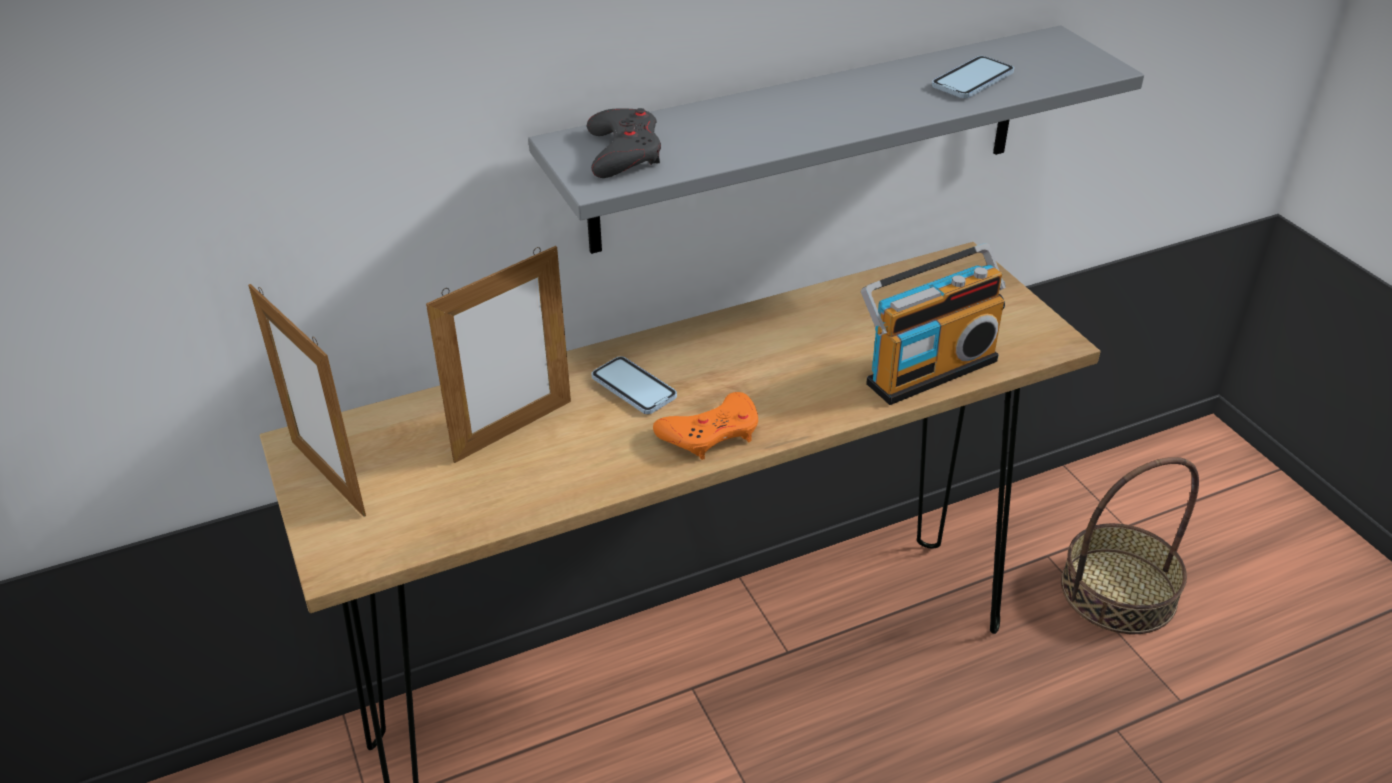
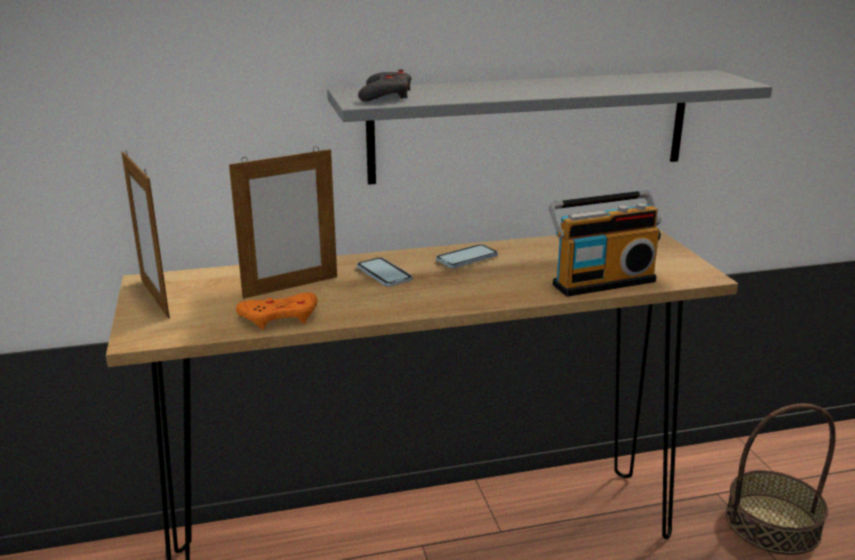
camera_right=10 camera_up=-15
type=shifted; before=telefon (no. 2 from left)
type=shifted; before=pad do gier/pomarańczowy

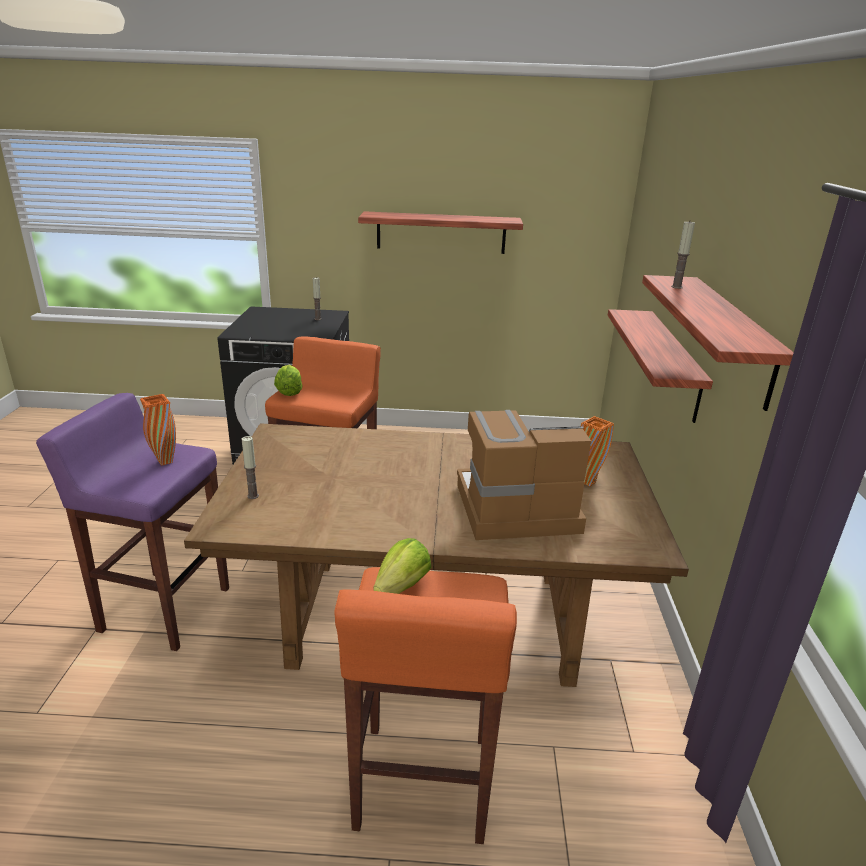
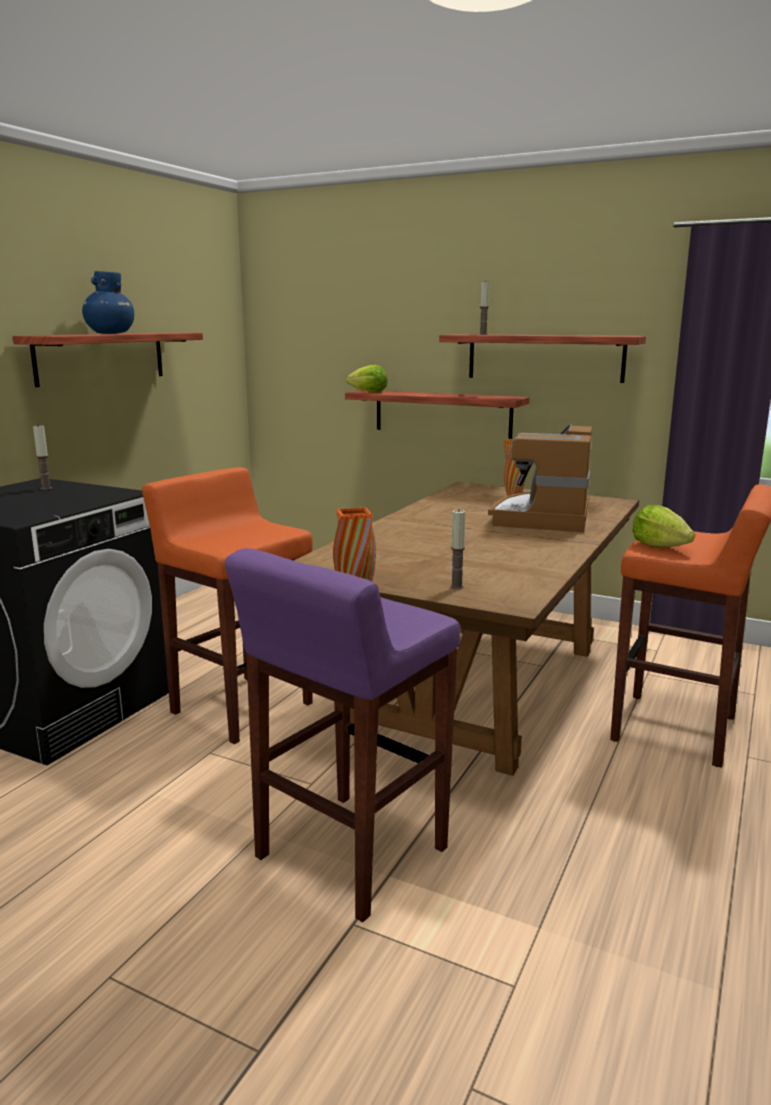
camera_right=-65 camera_up=-10
type=shifted; before=sałata (no. 1 from left)
type=new; after=wazon/niebieski

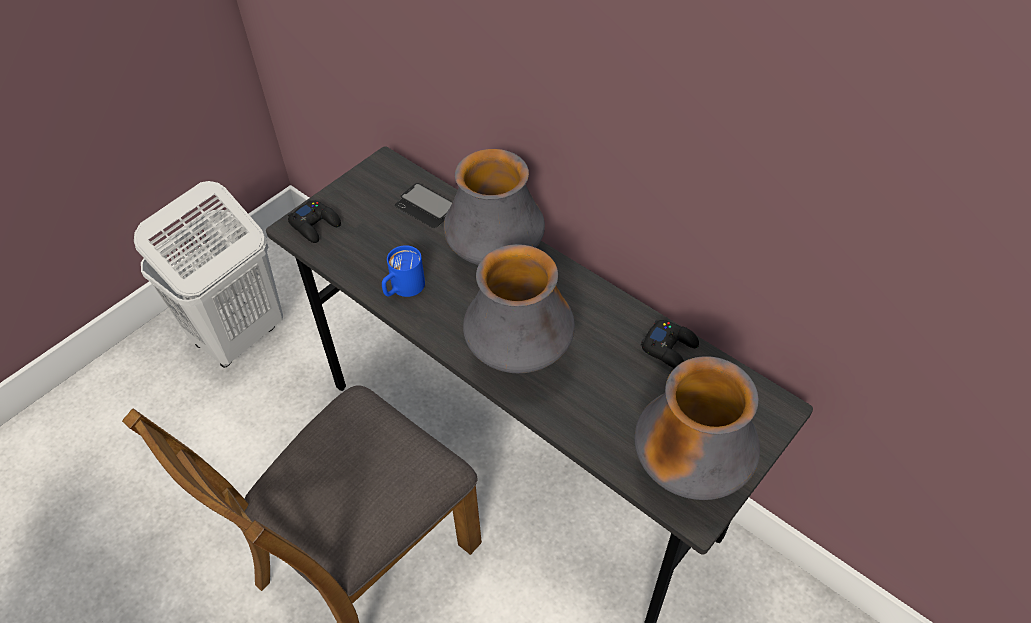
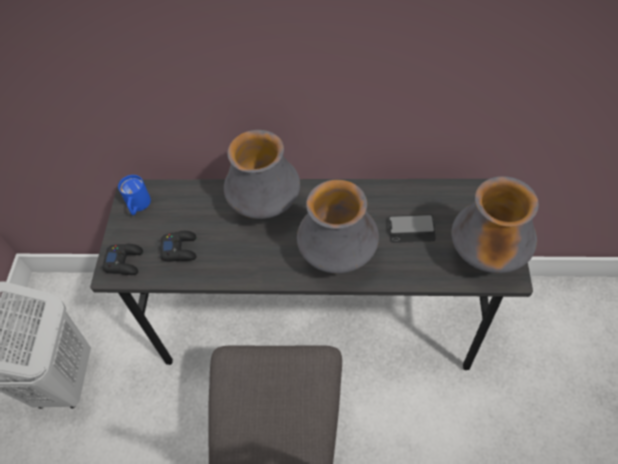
camera_right=-35 camera_up=5
type=shifted; before=telefon
type=shifted; before=kubek/niebieski
type=shifted; before=pad do gier/czarny (no. 2 from left)

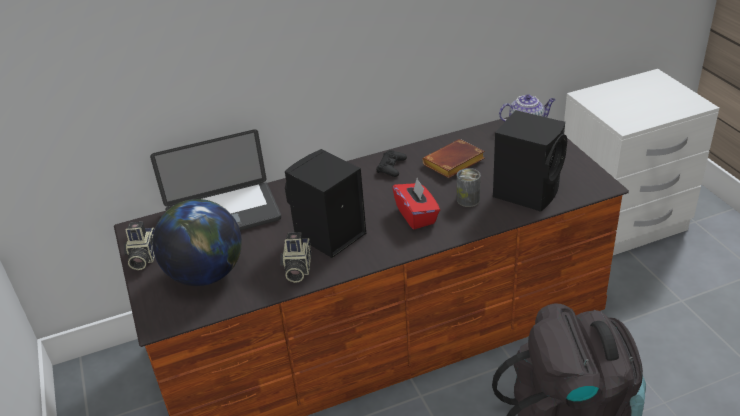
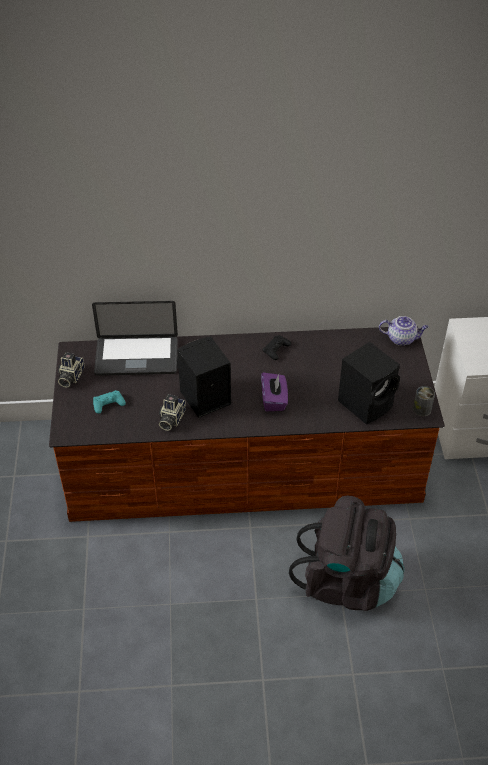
camera_right=15 camera_up=10
type=gone; before=książka/brązowy
type=shifted; before=puszka
type=repainted; before=pudełko chusteczek/czerwony; after=pudełko chusteczek/fioletowy
type=swapped; before=globus; after=pad do gier/turkusowy

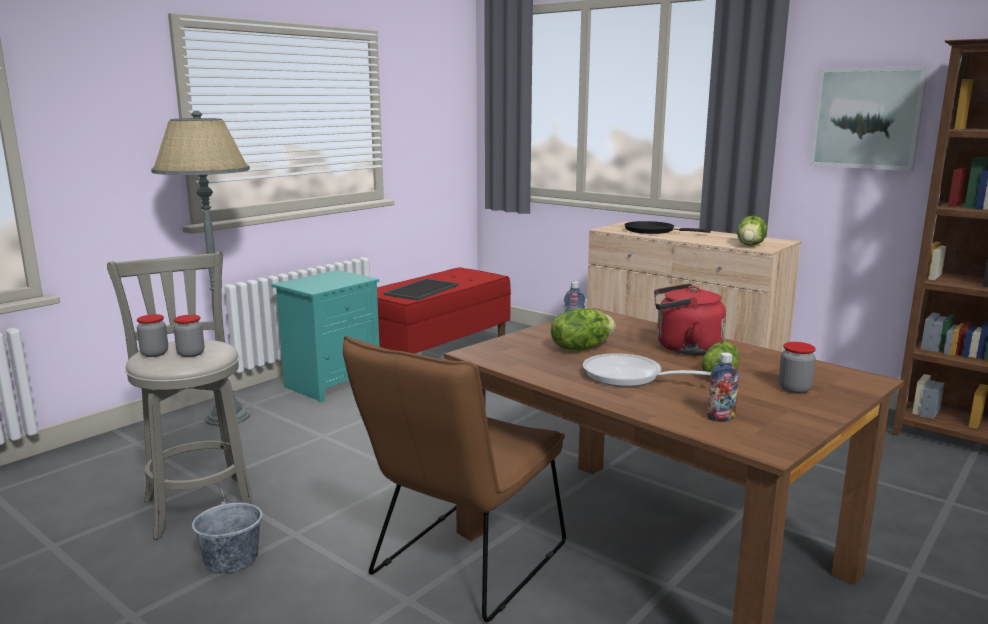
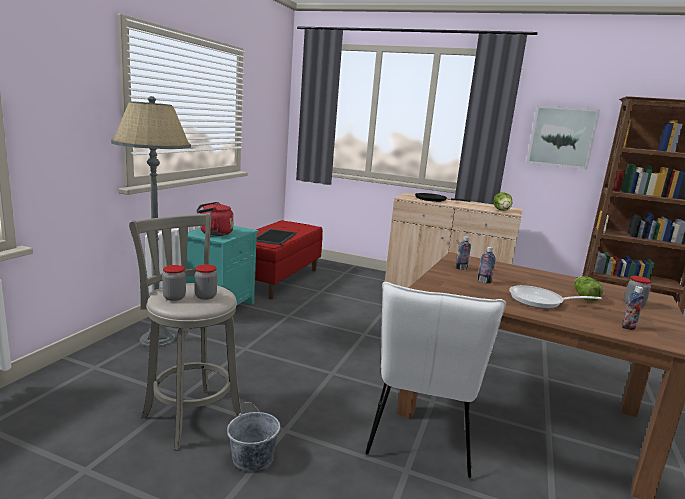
camera_right=-20 camera_up=0
type=shifted; before=czajnik/czerwony
type=swapped; before=sałata (no. 1 from left); after=butelka (no. 2 from left)
type=repainted; before=krzesło/brązowy; after=krzesło/biały

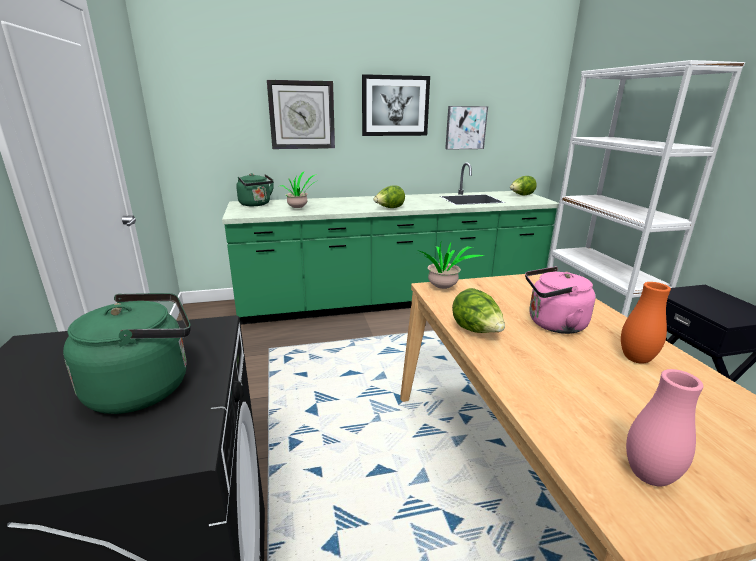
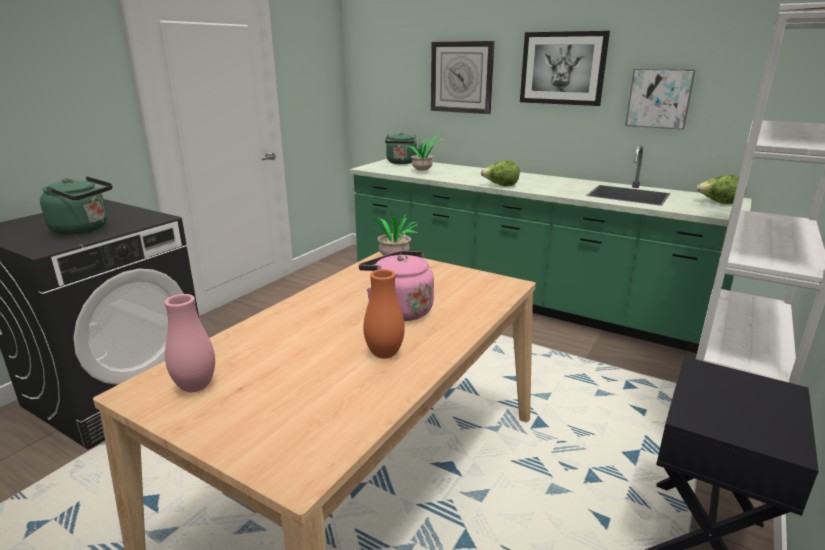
camera_right=45 camera_up=0
type=gone; before=sałata (no. 2 from left)

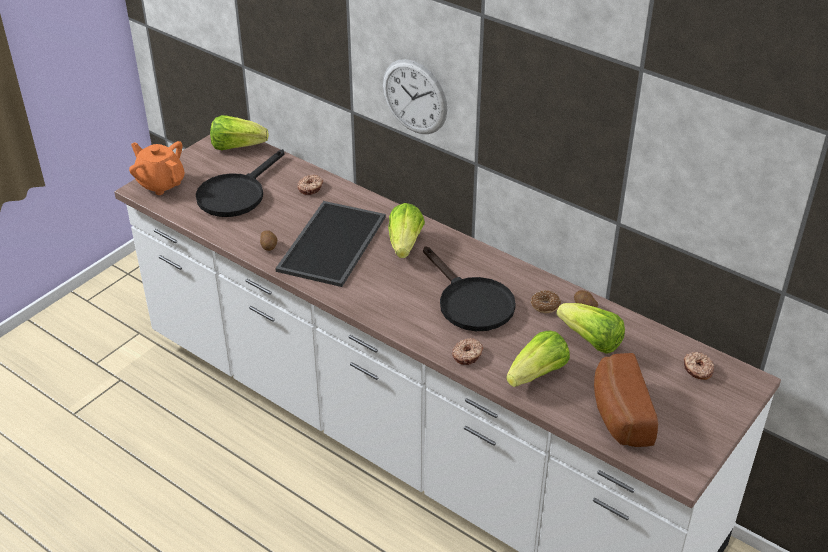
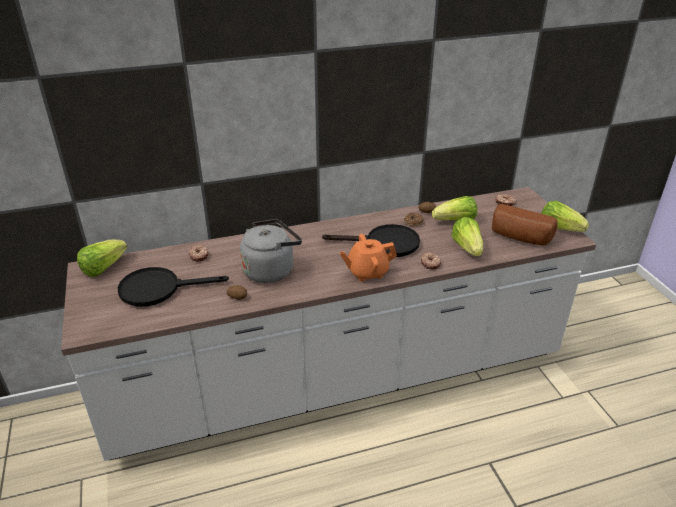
camera_right=-55 camera_up=-5
type=gone; before=zegar ścienny
type=shifted; before=imbryk/pomarańczowy
type=rotated; before=patelnia/czarny (no. 1 from left); turn=105
type=swapped; before=taca; after=czajnik/szary
type=shifted; before=sałata (no. 2 from left in the first image); after=sałata (no. 4 from left)

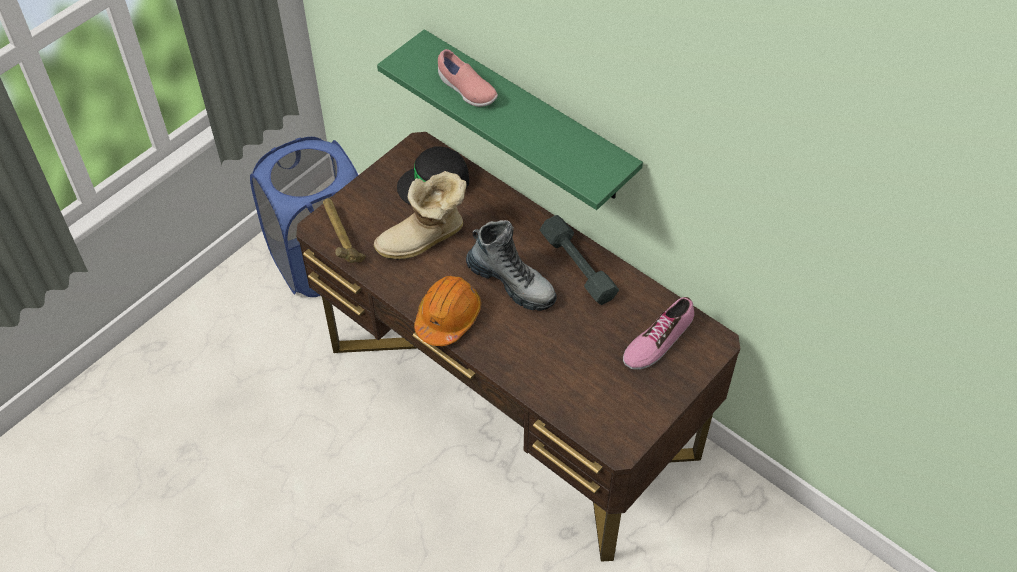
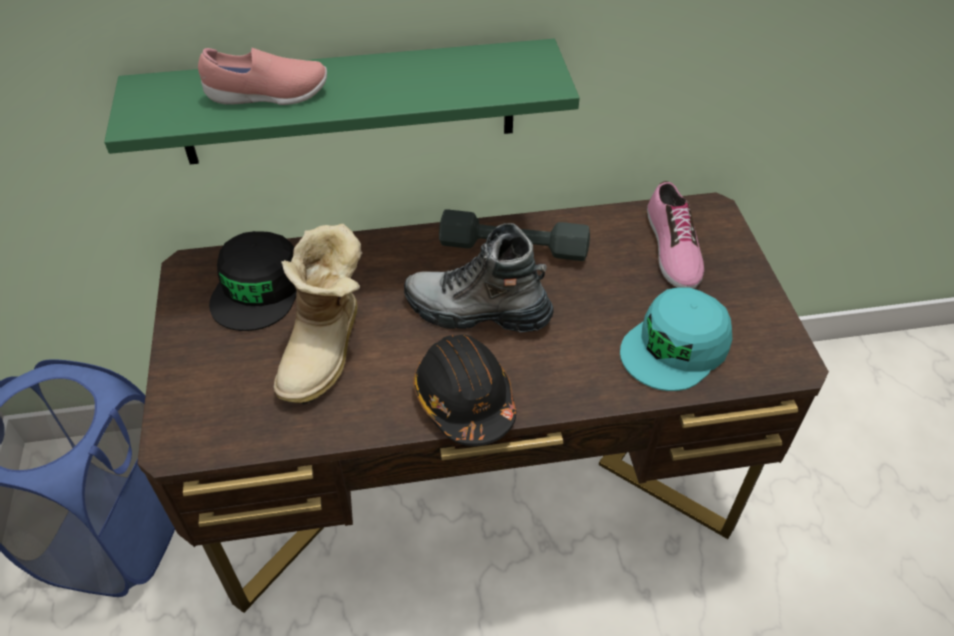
camera_right=-50 camera_up=-5
type=gone; before=młotek
type=rotated; before=but z cholewką (no. 2 from left); turn=-150
type=repainted; before=kask/pomarańczowy; after=kask/czarny
type=new; after=czapka z daszkiem/turkusowy

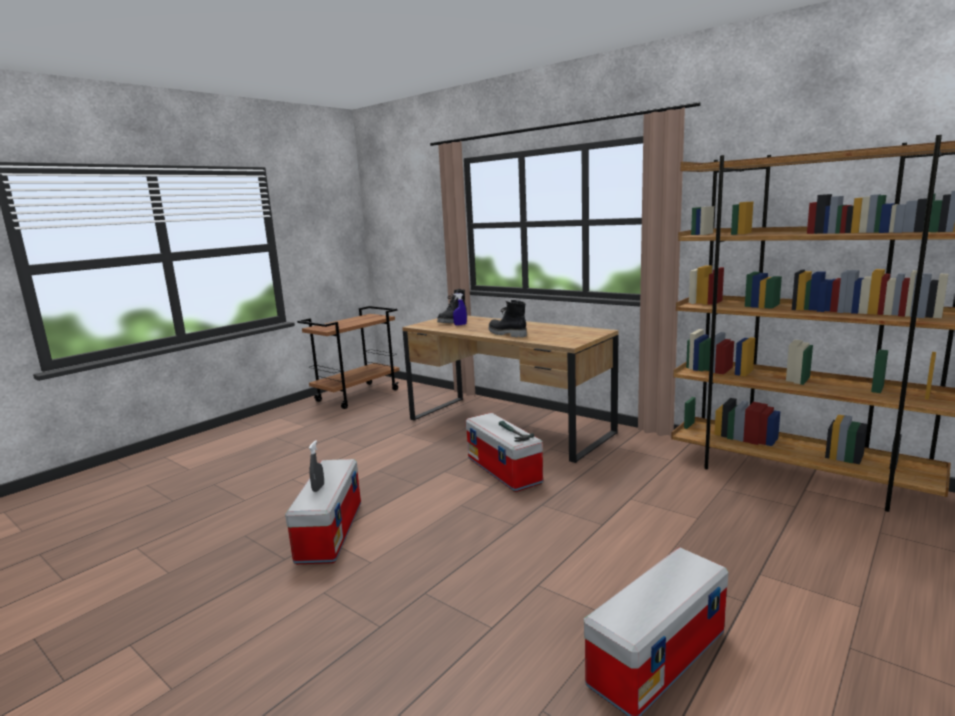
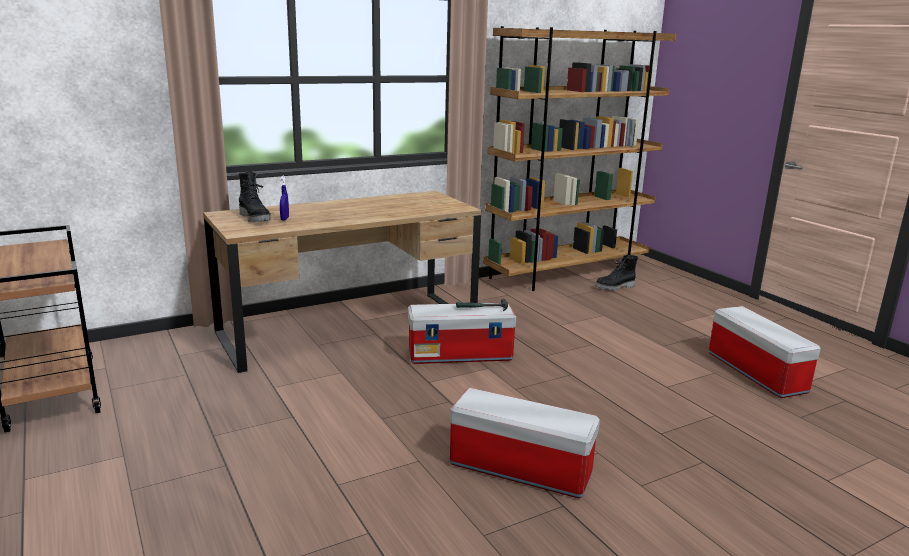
camera_right=-70 camera_up=5
type=shifted; before=but z cholewką/czarny (no. 2 from left)
type=gone; before=spryskiwacz/szary

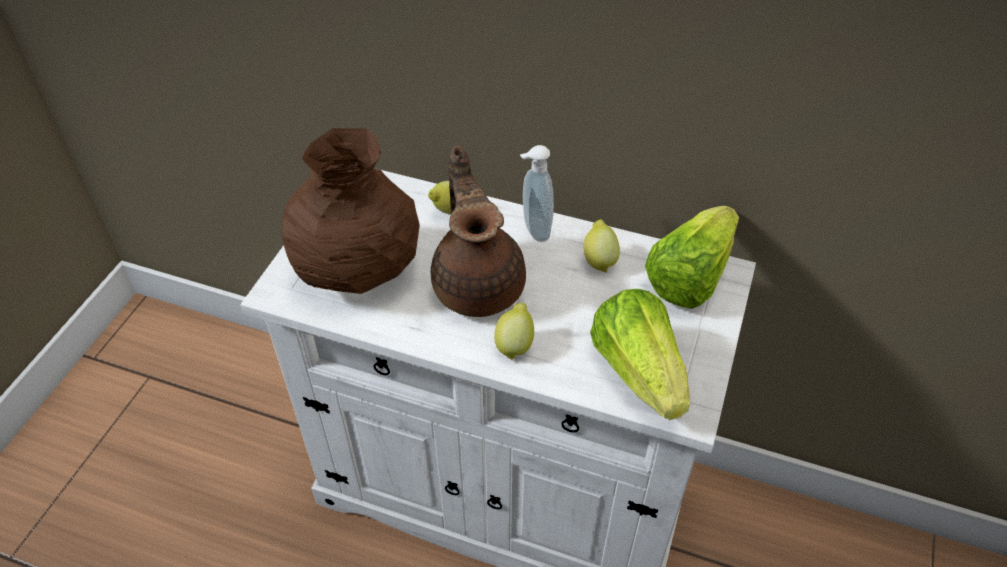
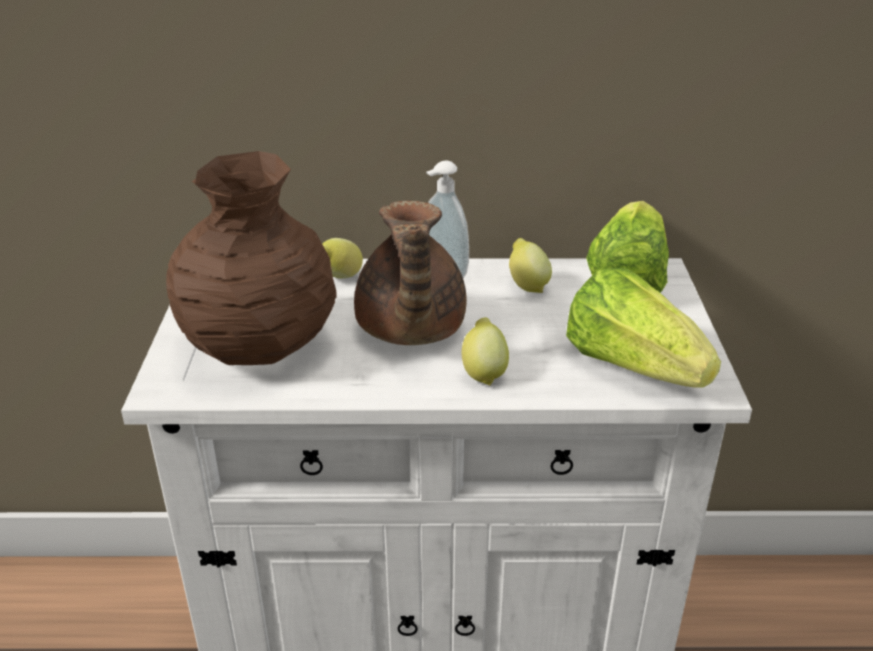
camera_right=-20 camera_up=-15
type=rotated; before=imbryk/brązowy; turn=-150

